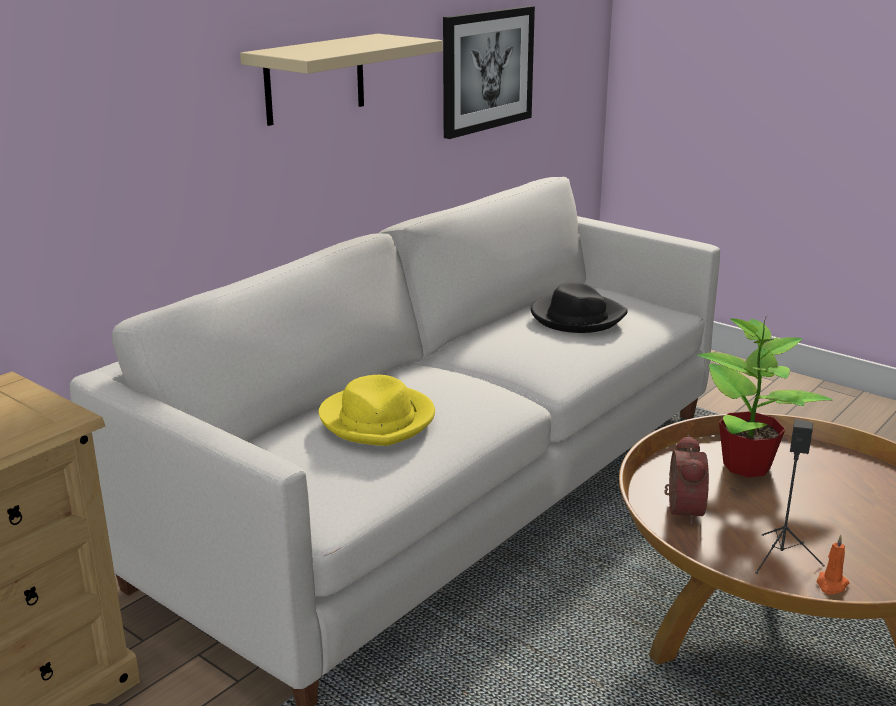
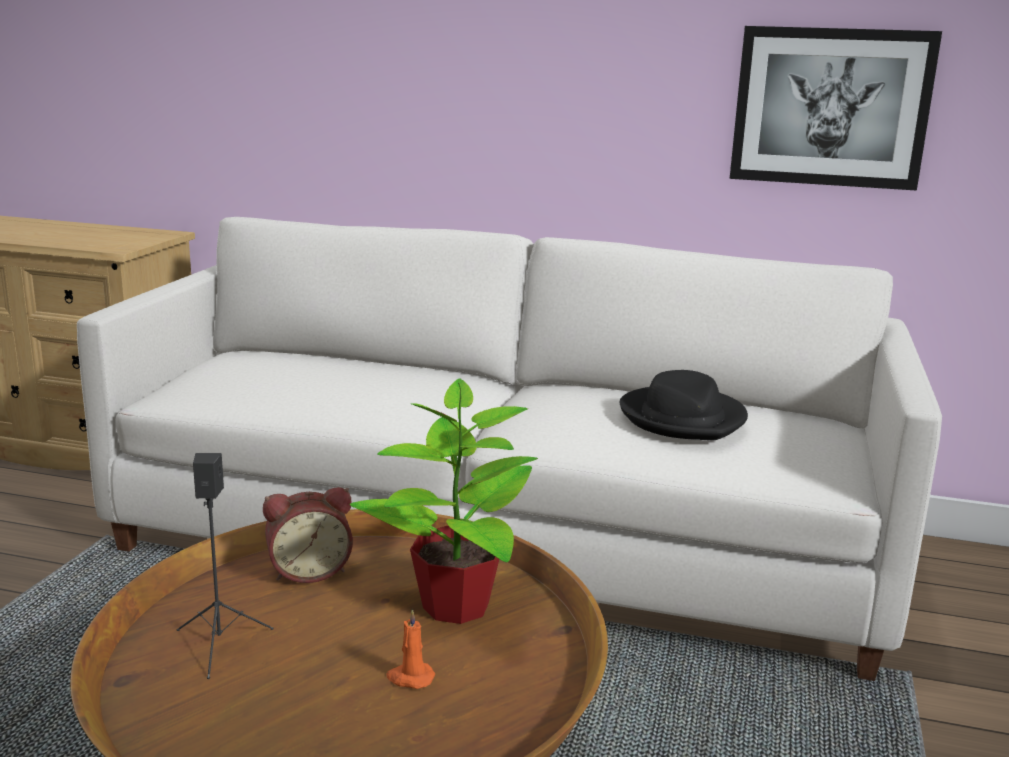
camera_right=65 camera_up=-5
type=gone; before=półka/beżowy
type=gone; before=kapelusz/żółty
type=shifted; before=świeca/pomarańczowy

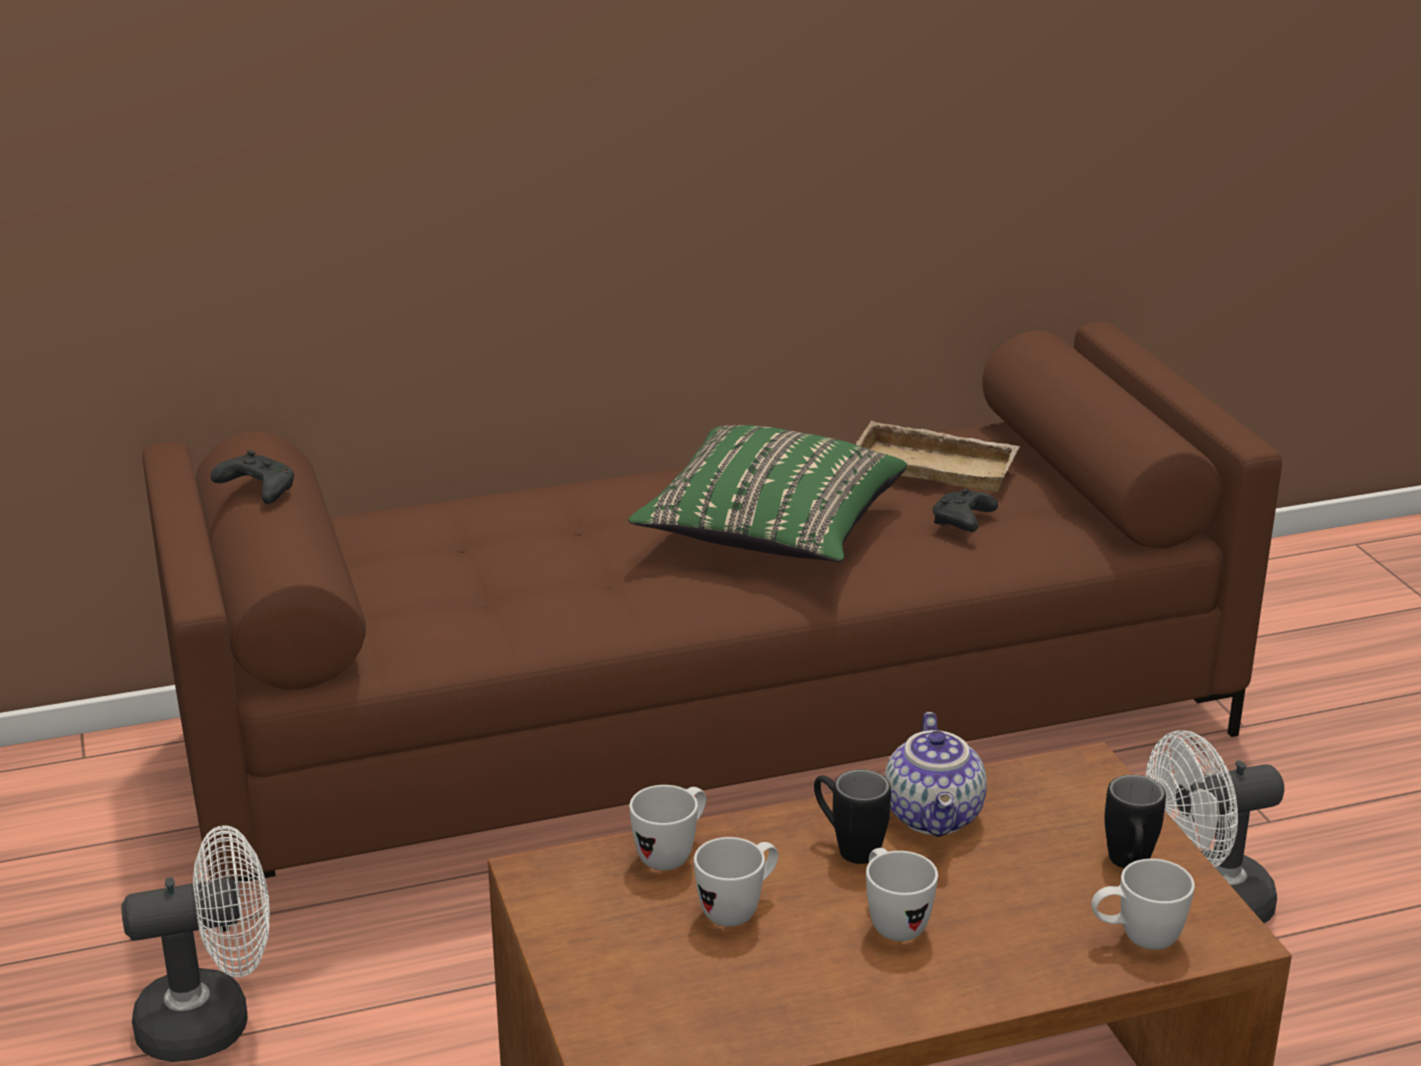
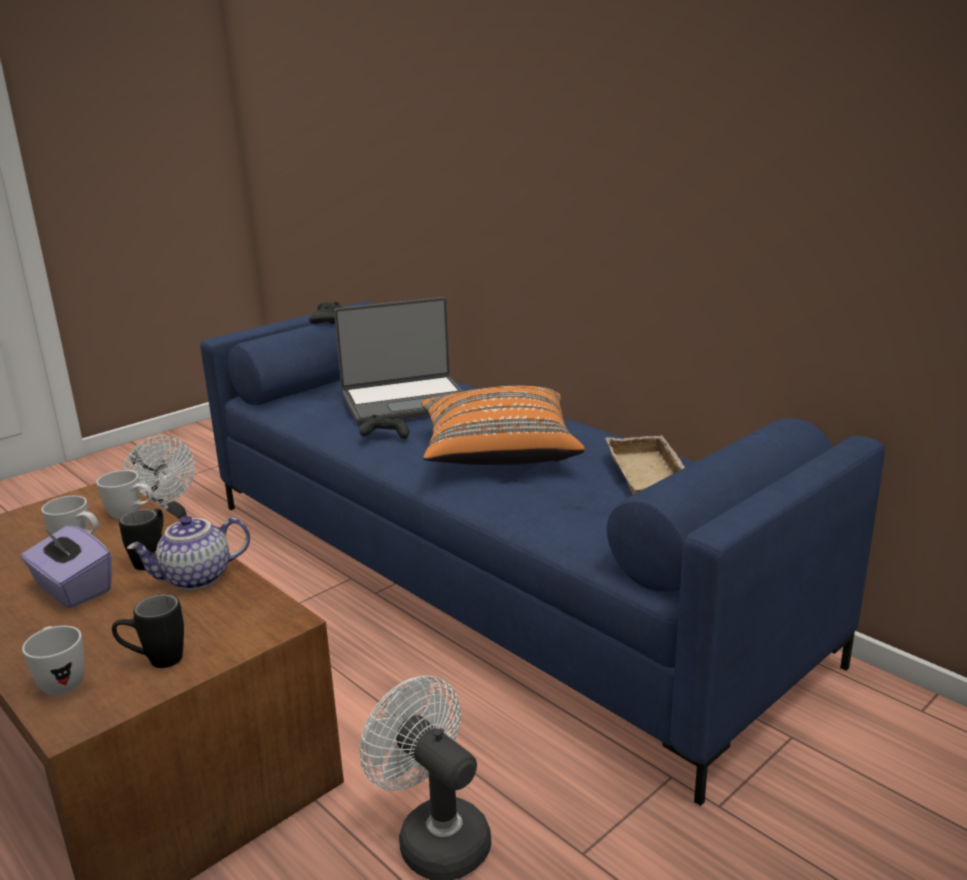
camera_right=65 camera_up=-5
type=repainted; before=kanapa/brązowy; after=kanapa/niebieski
type=repainted; before=poduszka/zielony; after=poduszka/pomarańczowy
type=shifted; before=pad do gier/czarny (no. 2 from left)
type=swapped; before=kubek/biały (no. 3 from left); after=pudełko chusteczek/fioletowy
type=new; after=laptop

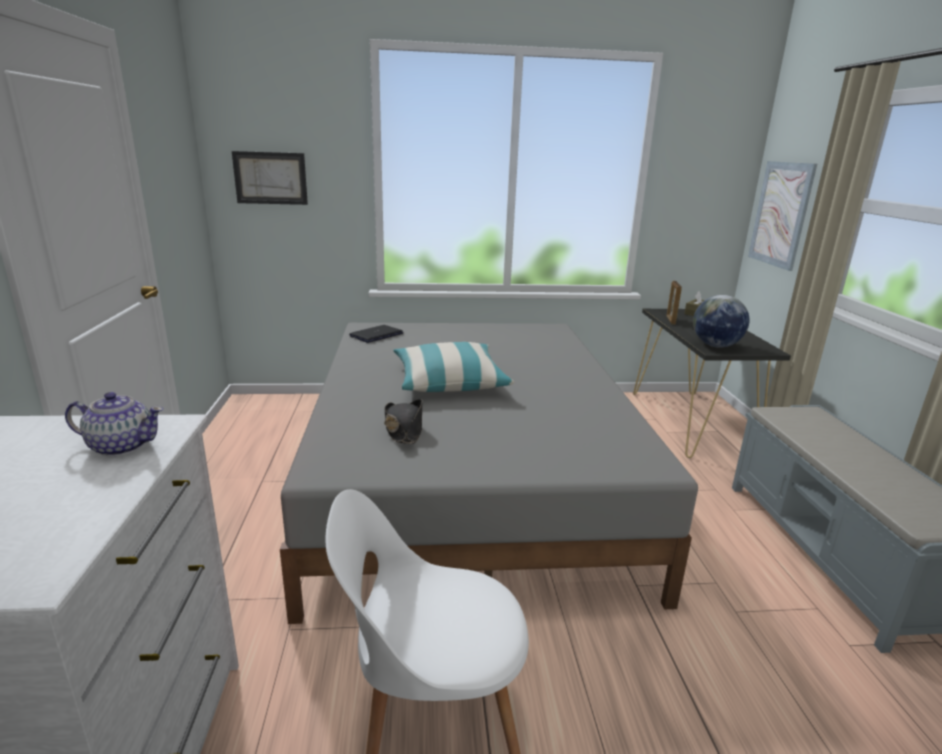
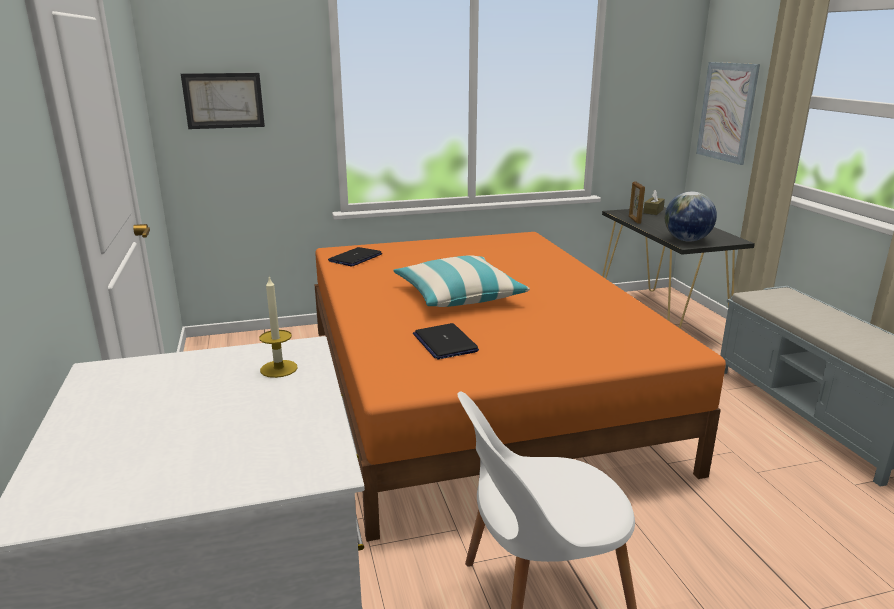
camera_right=-10 camera_up=0
type=repainted; before=łóżko/szary; after=łóżko/pomarańczowy
type=swapped; before=imbryk; after=świeca
type=swapped; before=kapelusz/czarny; after=laptop (no. 2 from left)

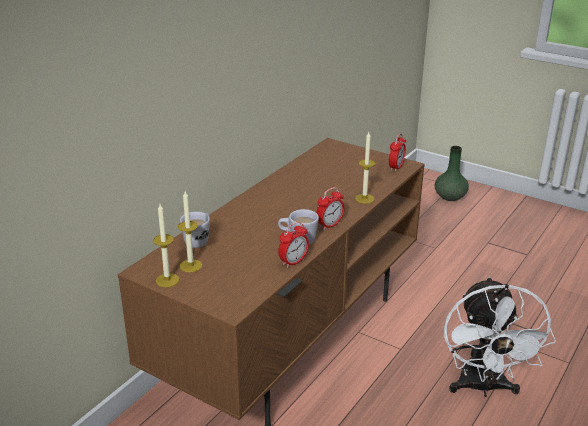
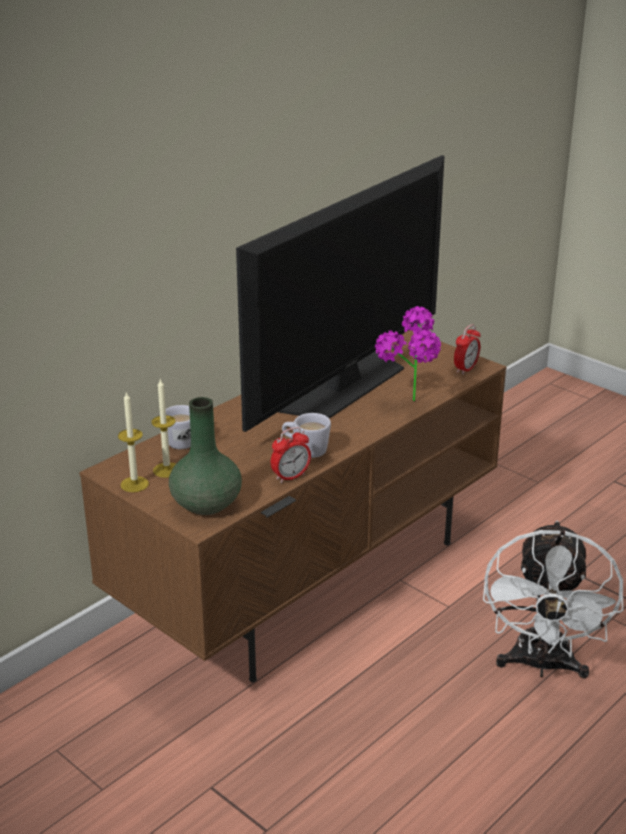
camera_right=10 camera_up=0
type=swapped; before=świeca (no. 3 from left); after=roślina doniczkowa
type=shifted; before=wazon/zielony
type=gone; before=budzik (no. 2 from left)
type=new; after=telewizor

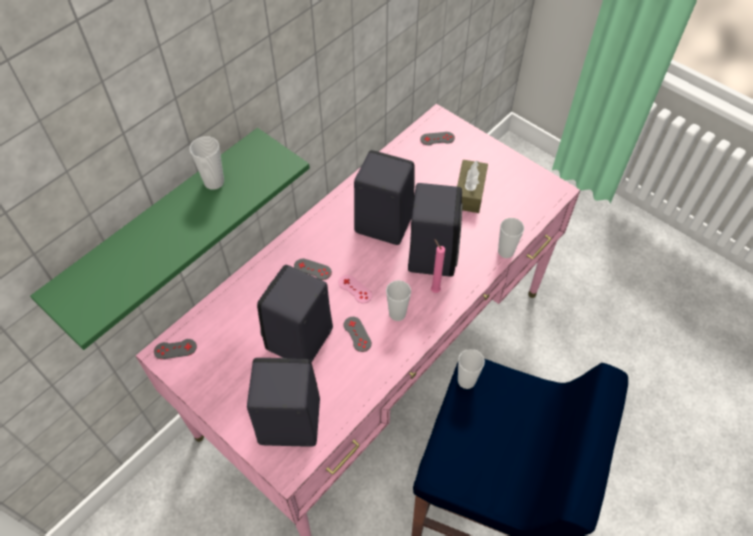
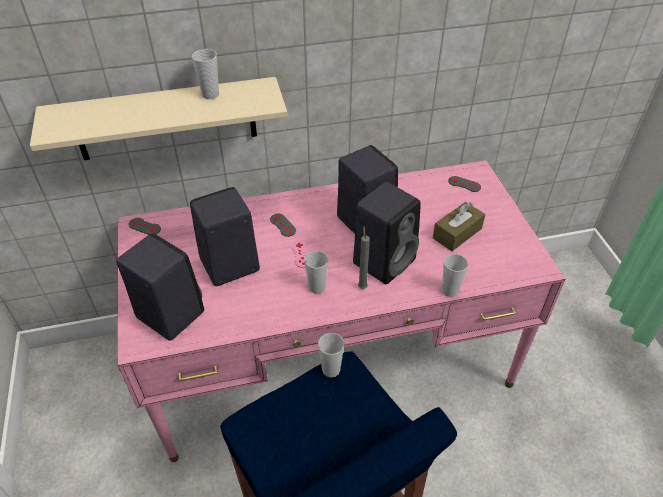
camera_right=35 camera_up=-10
type=repainted; before=półka/zielony; after=półka/beżowy
type=repainted; before=świeca/różowy; after=świeca/szary
type=gone; before=pad do gier/szary (no. 3 from left)

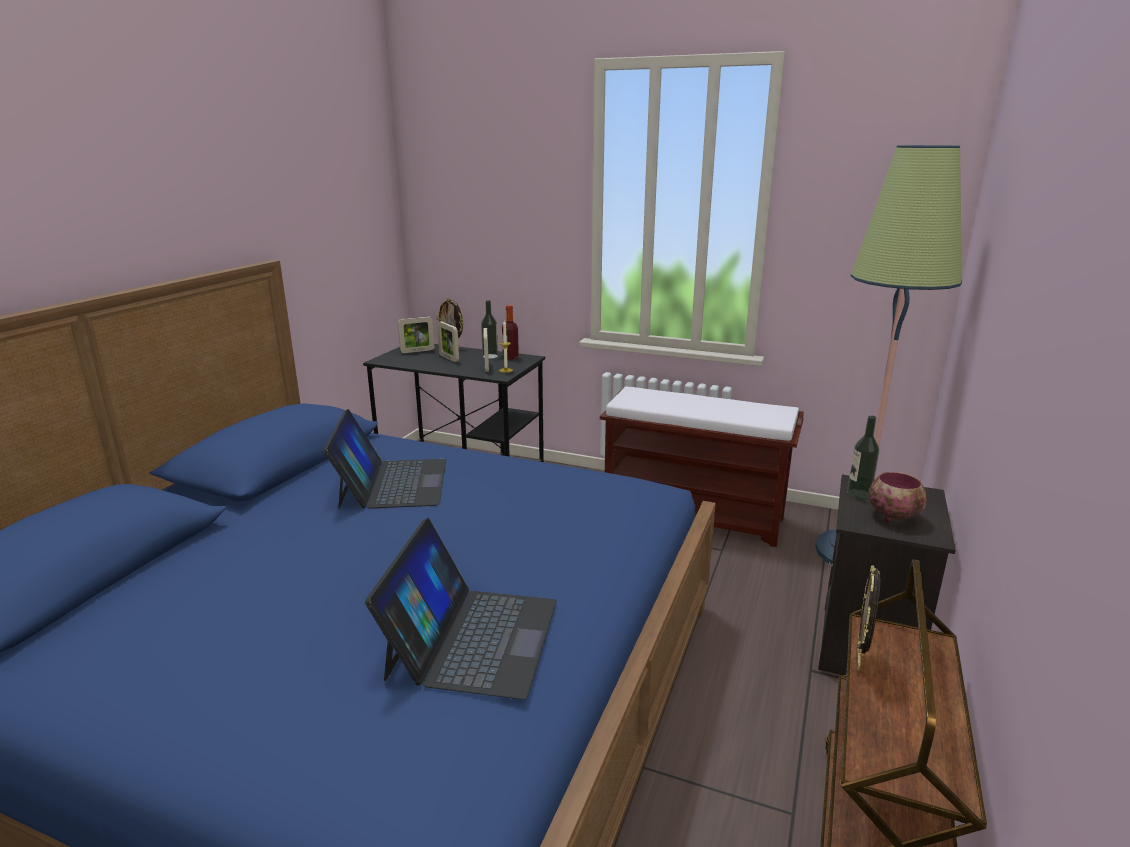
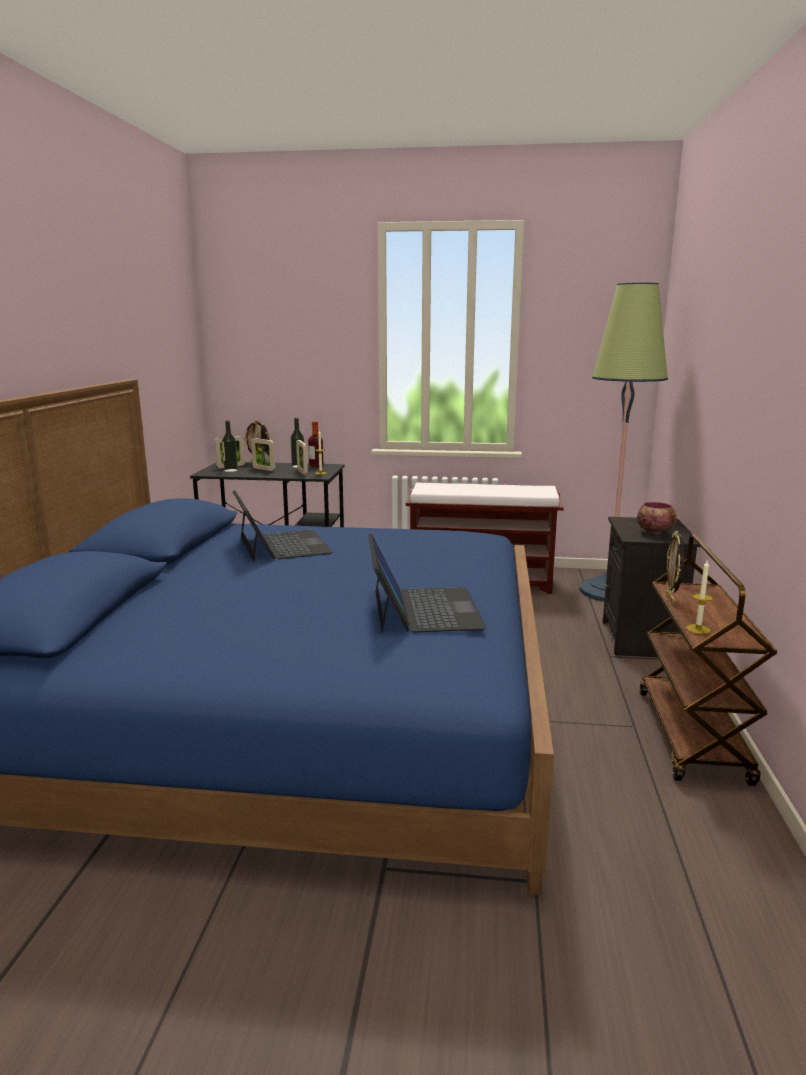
camera_right=-15 camera_up=-5
type=shifted; before=butelka (no. 3 from left in the first image); after=butelka (no. 1 from left)
type=new; after=świeca (no. 2 from left)

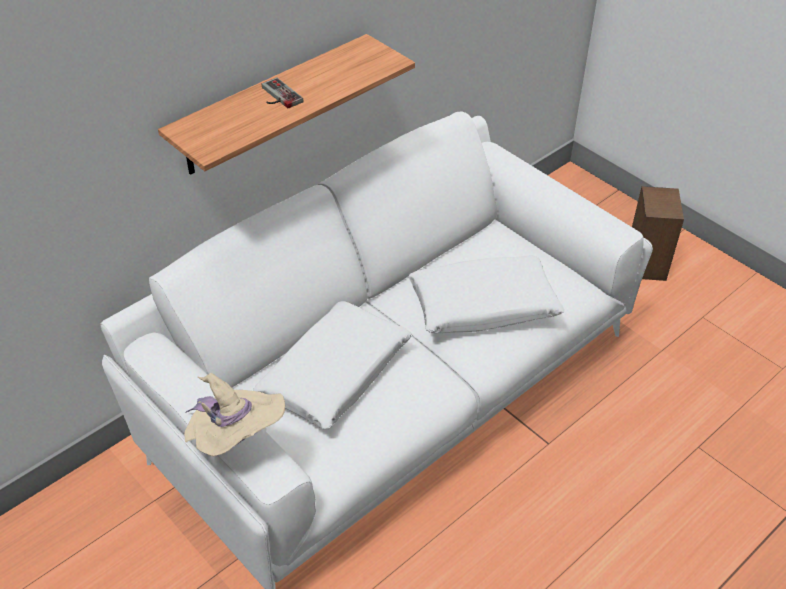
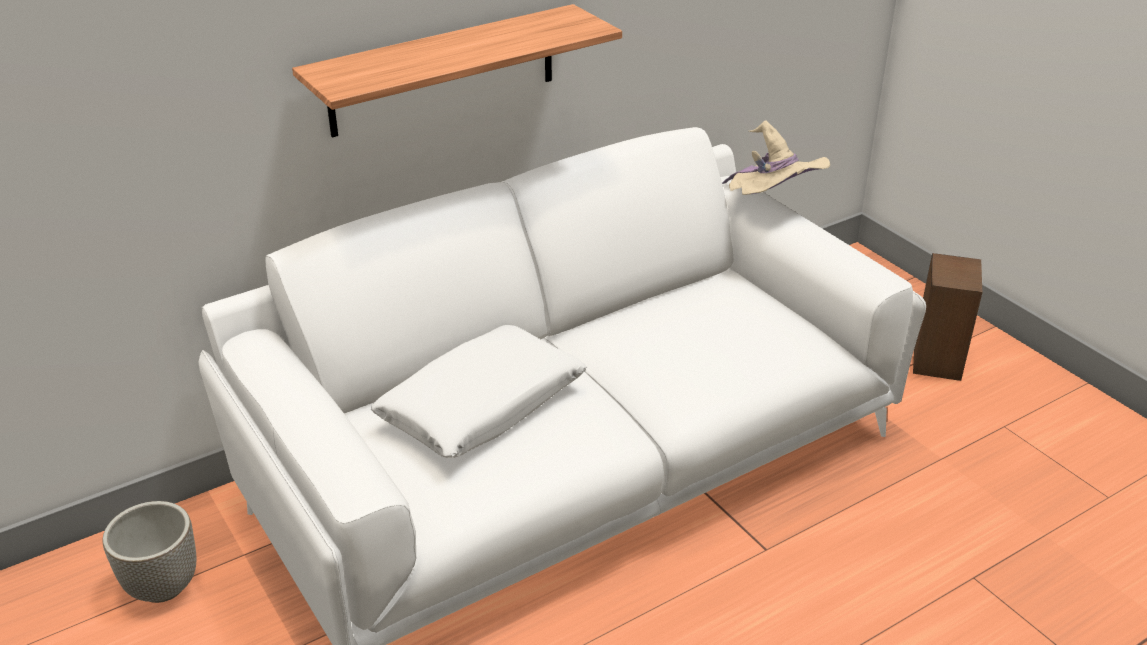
camera_right=10 camera_up=-10
type=gone; before=pad do gier
type=gone; before=poduszka/biały (no. 2 from left)
type=shifted; before=kapelusz/beżowy
type=new; after=donica

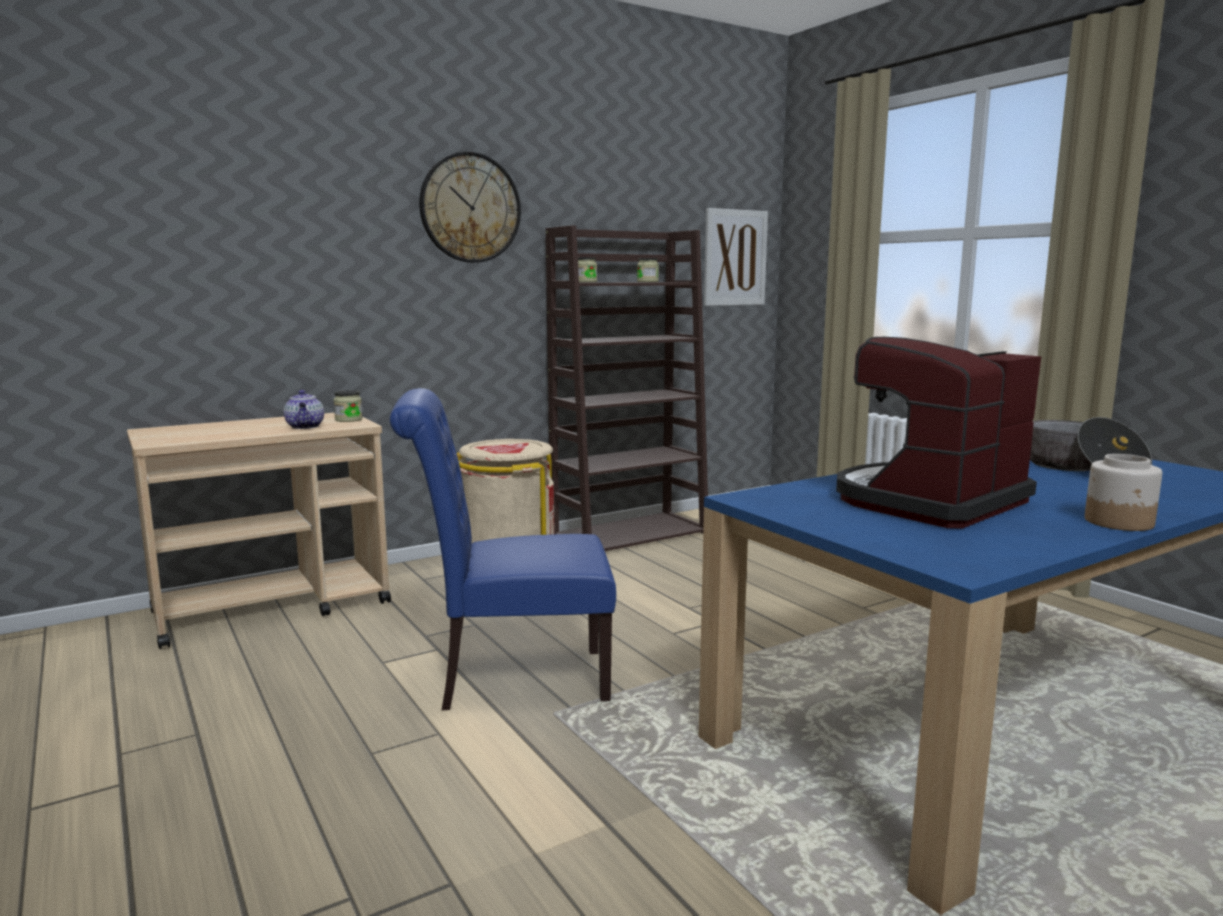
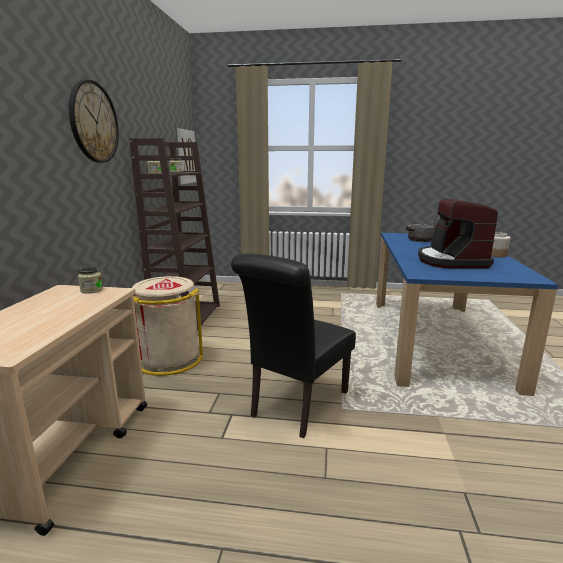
camera_right=-50 camera_up=5
type=repainted; before=krzesło/niebieski; after=krzesło/czarny
type=gone; before=imbryk

